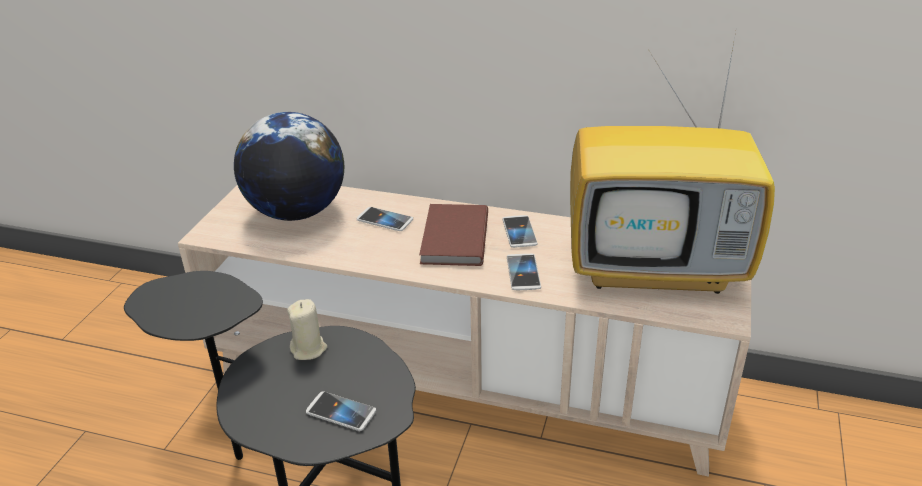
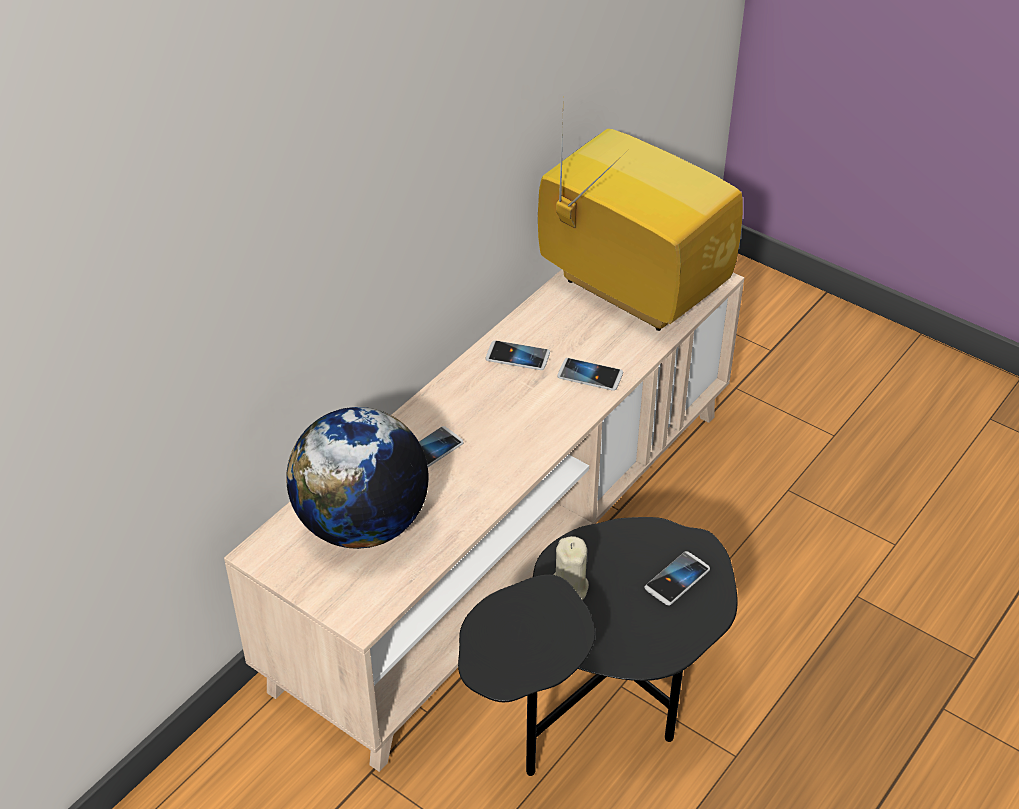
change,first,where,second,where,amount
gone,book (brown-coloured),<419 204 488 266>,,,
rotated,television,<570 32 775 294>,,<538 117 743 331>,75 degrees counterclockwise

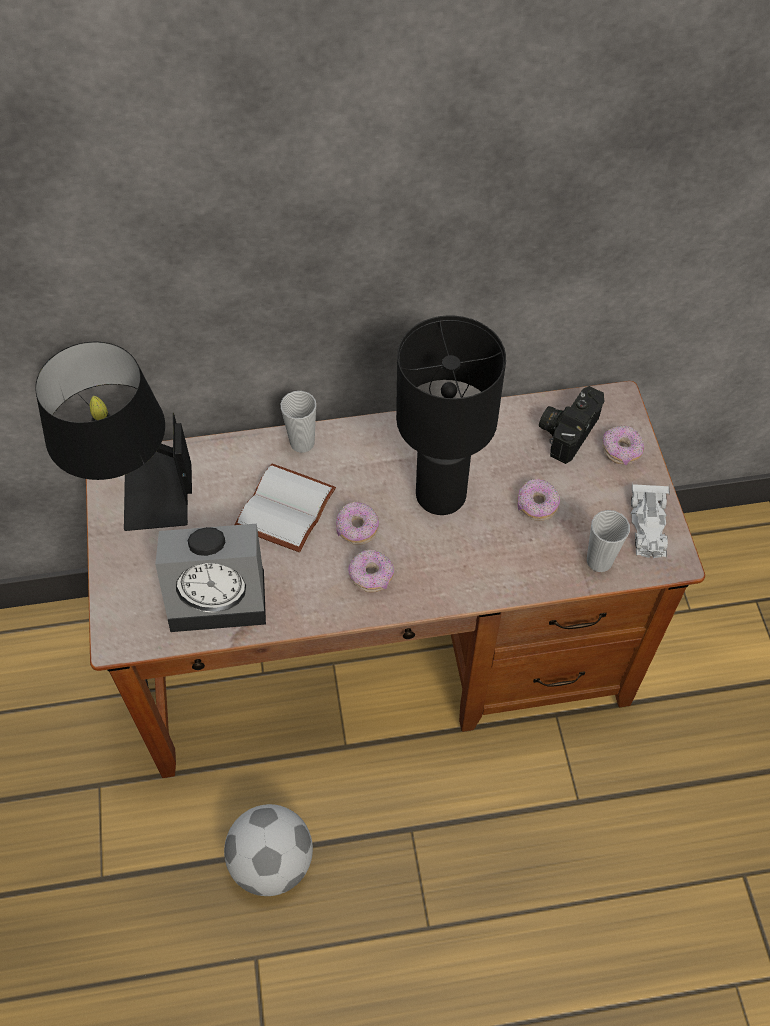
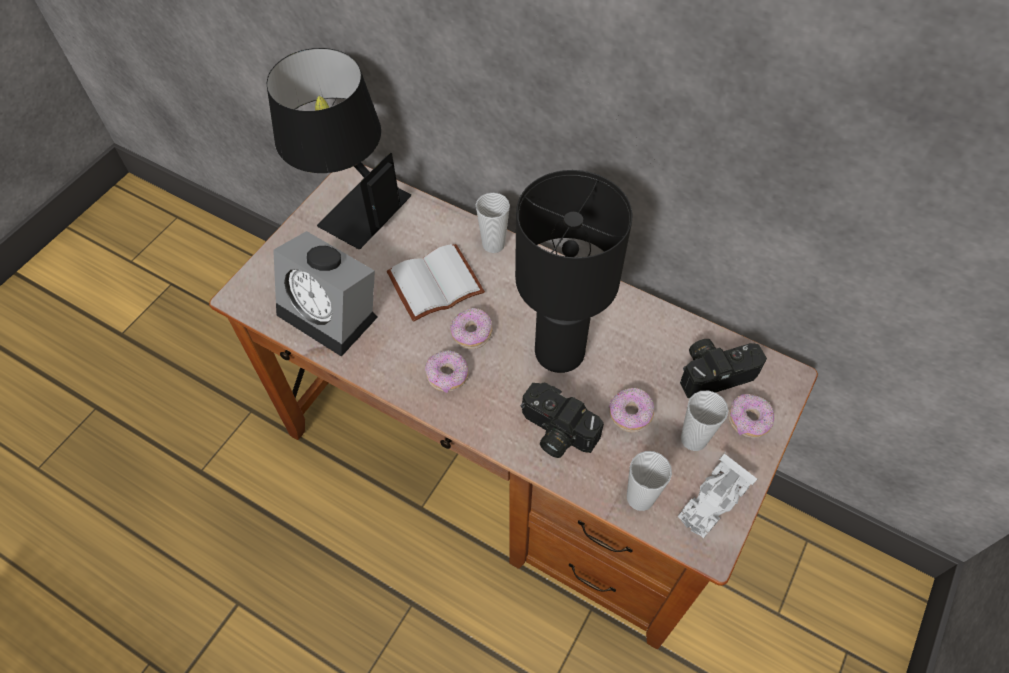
change,first,where,second,where,amount
gone,football ball,<224 804 313 896>,,,
new,,,photo camera,<521 383 604 458>,
new,,,small cup,<681 391 728 451>,

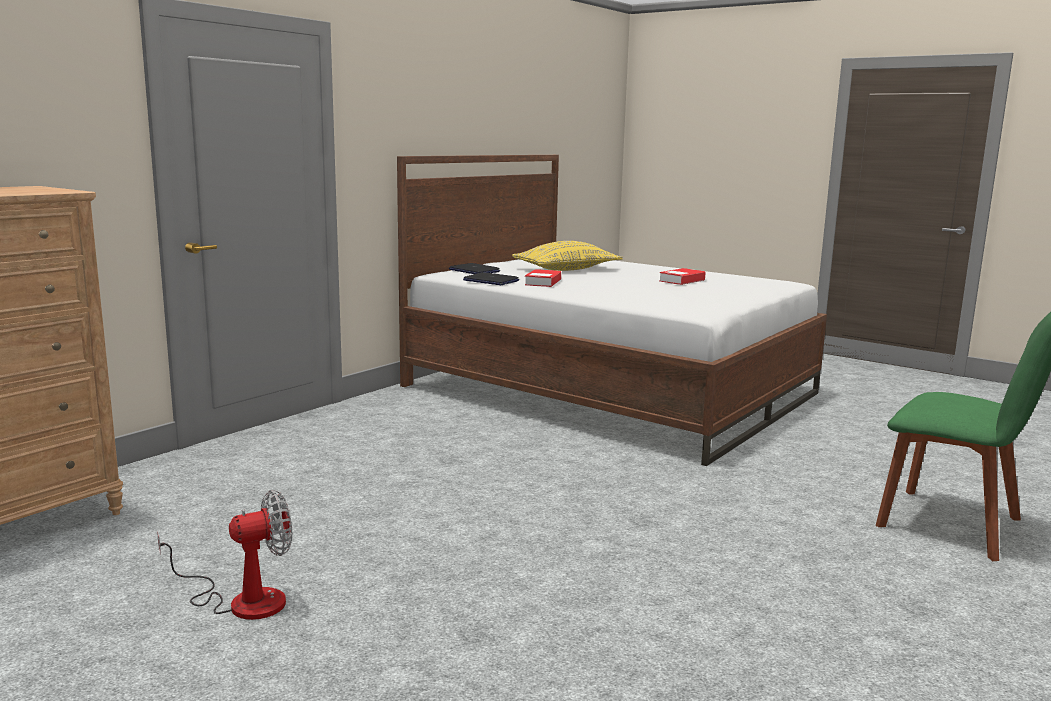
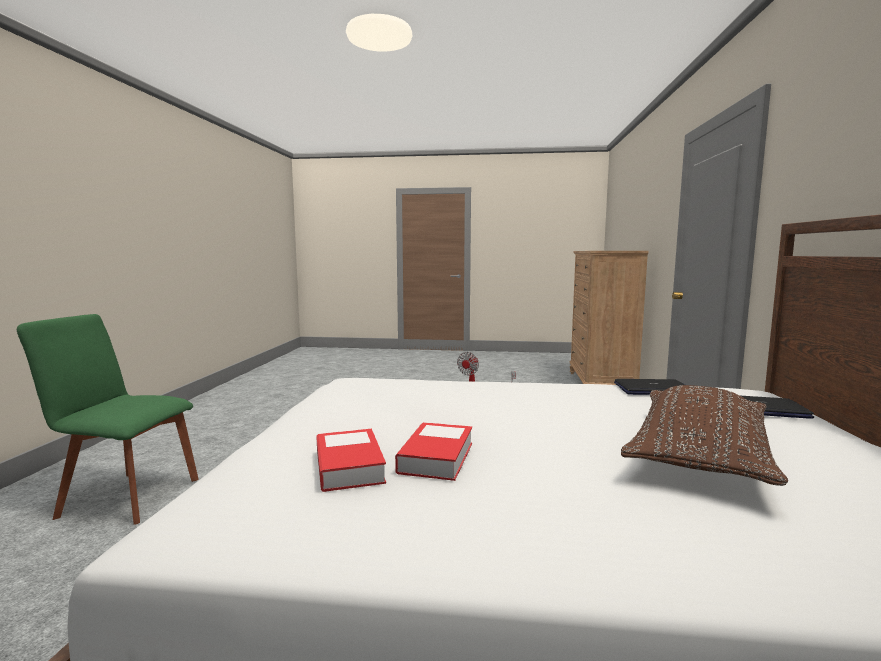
change,first,where,second,where,amount
repainted,cushion (yellow),<512 241 623 271>,cushion (brown-coloured),<621 385 788 486>,
shifted,book,<525 269 561 287>,,<316 429 386 492>,

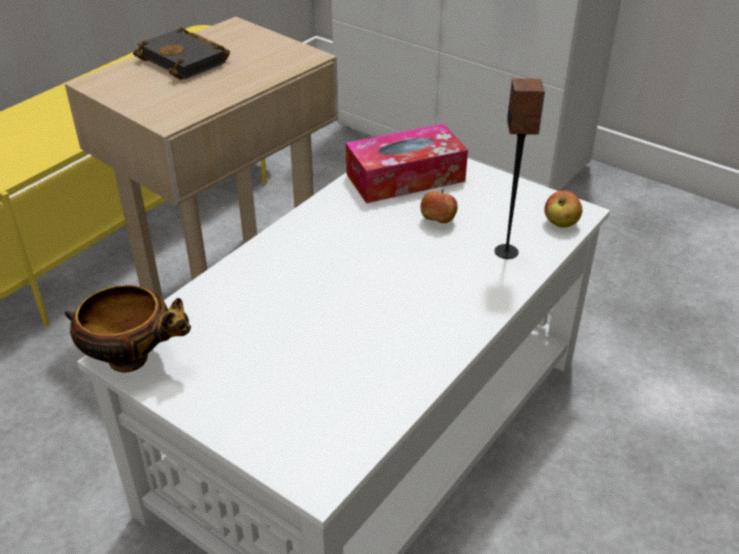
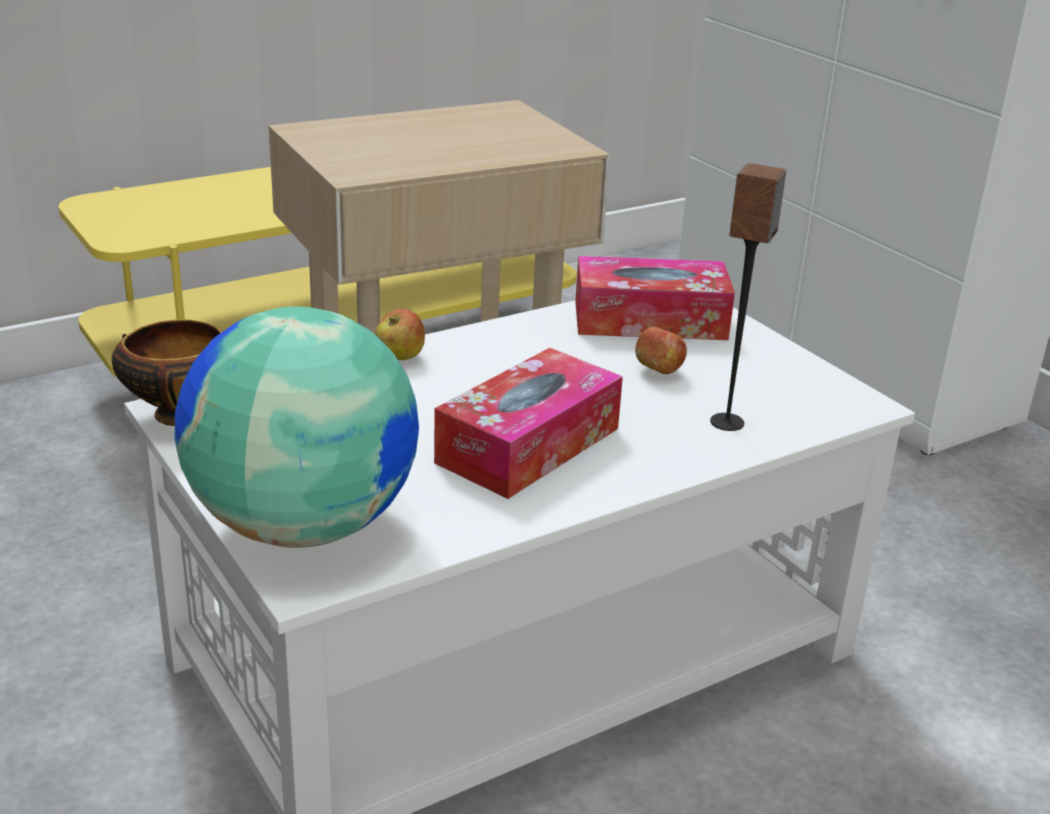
change,first,where,second,where,amount
gone,book (blackish),<133 27 230 80>,,,
shifted,apple fruit,<544 190 582 228>,,<375 309 425 360>,
new,,,desk globe,<175 307 419 548>,
new,,,box of tissues,<434 348 623 499>,

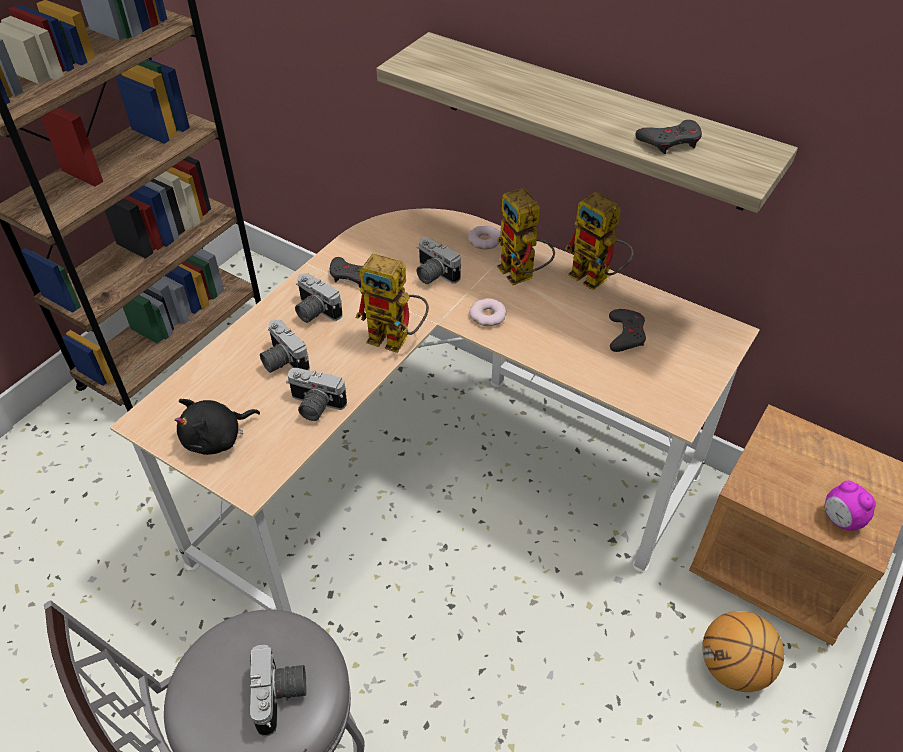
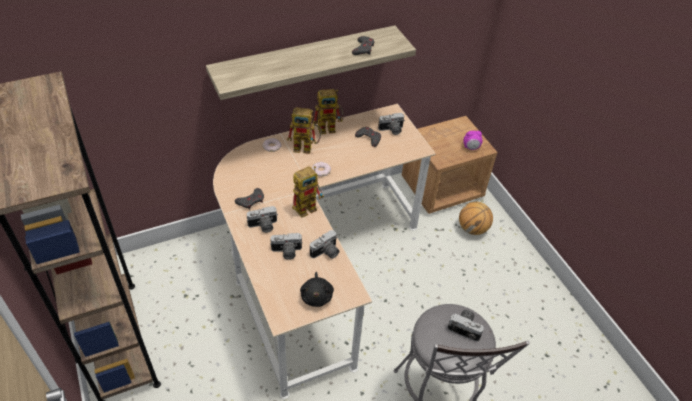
change,first,where,second,where,amount
shifted,photo camera,<417 237 461 284>,,<378 113 404 135>,

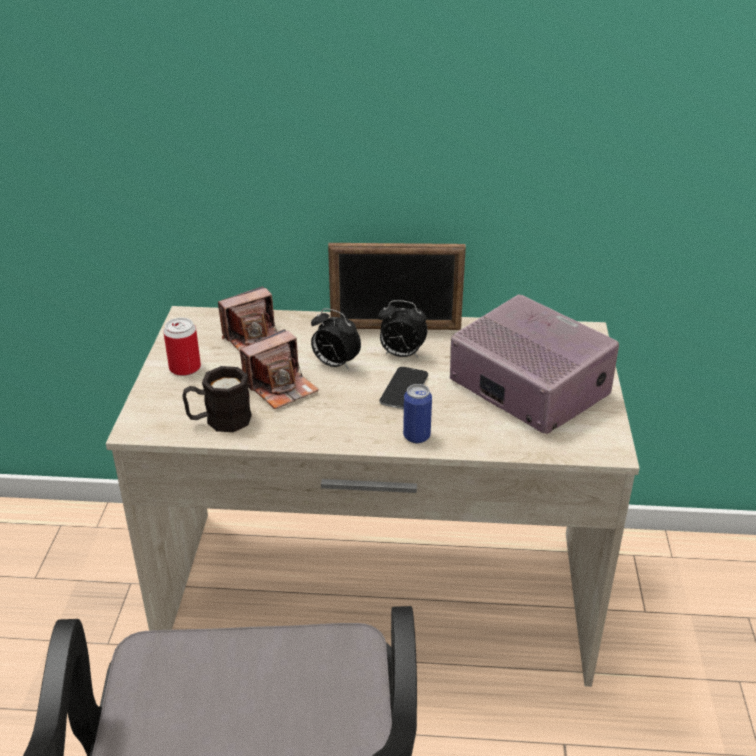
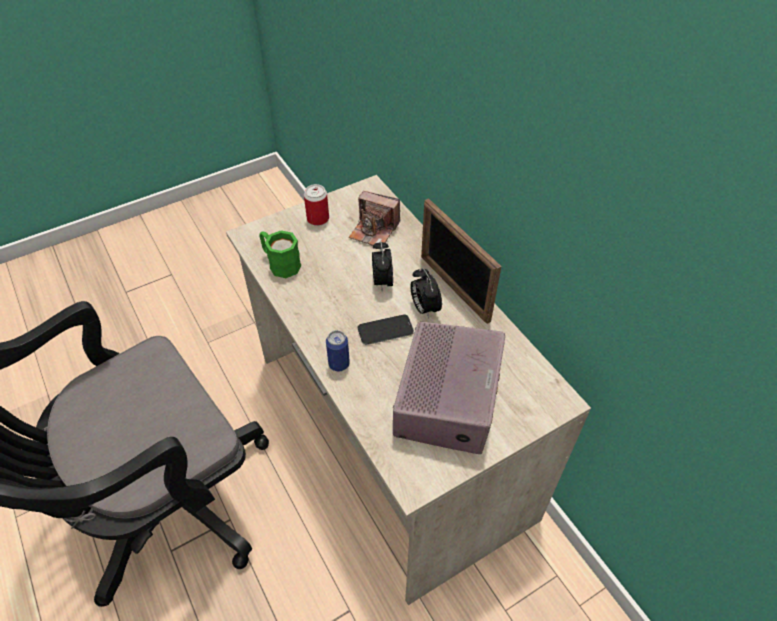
change,first,where,second,where,amount
repainted,mug (blackish),<182 366 252 432>,mug (green-coloured),<259 230 301 278>,
gone,photo camera,<240 329 319 409>,,,

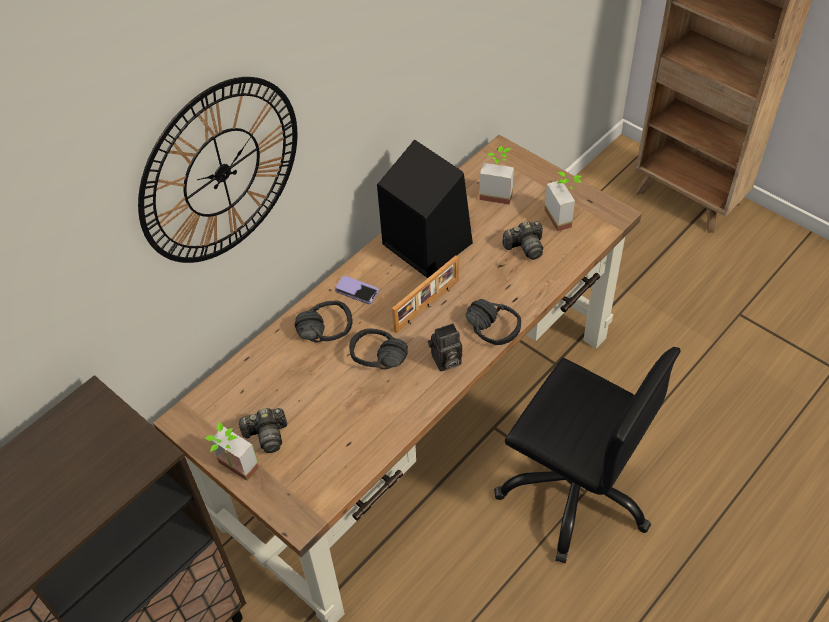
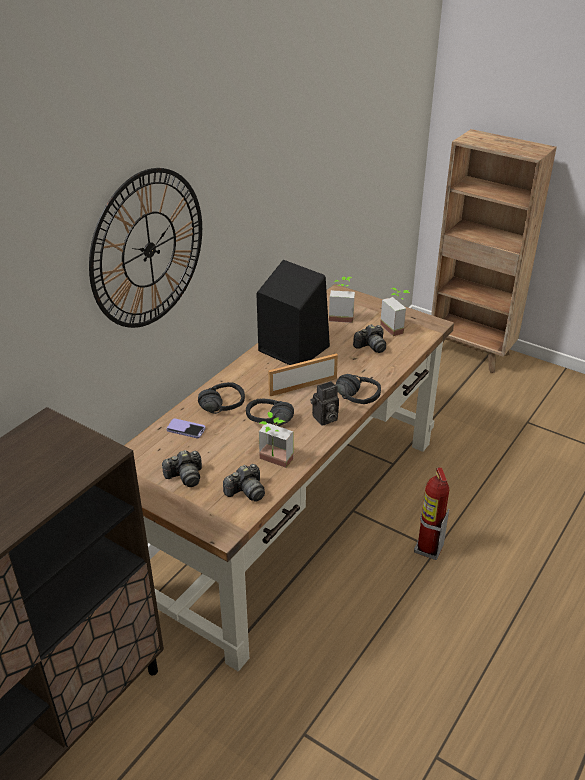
change,first,where,second,where,amount
shifted,plant in a pot,<204 422 259 481>,,<259 412 293 468>,
shifted,telephone,<335 276 379 304>,,<166 419 206 438>,
rotated,standing frame,<392 255 459 333>,,<268 354 338 396>,150 degrees counterclockwise
swapped,office chair (blackish),<494 347 681 563>,fire extinguisher,<414 467 449 560>,
new,,,photo camera,<223 464 265 502>,

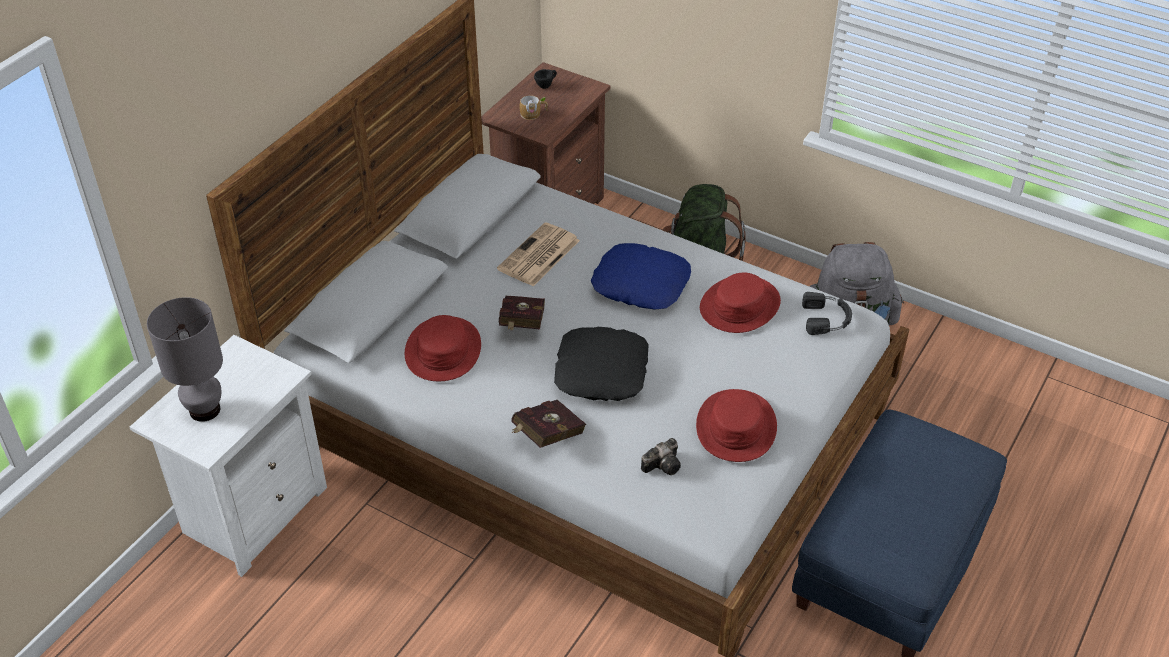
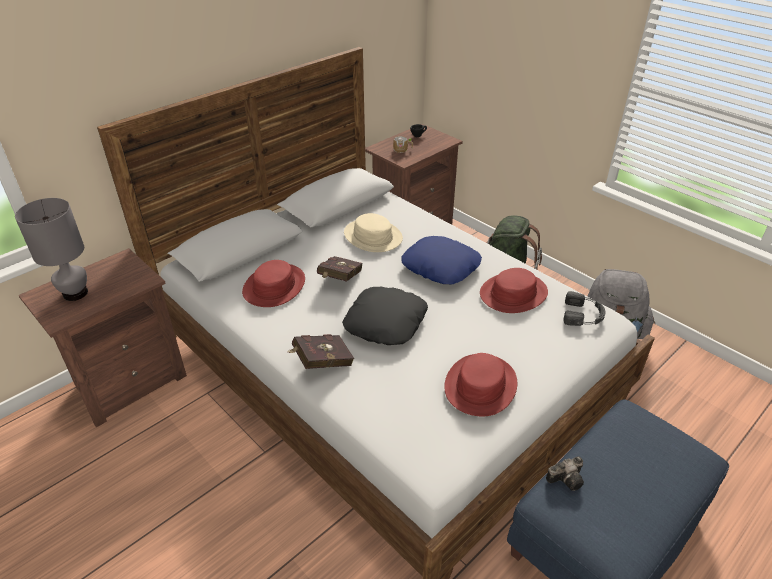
change,first,where,second,where,amount
repainted,nightstand (white-coloured),<130 335 327 577>,nightstand (brown-coloured),<18 248 187 427>,
swapped,newspaper,<497 222 580 286>,wearable hat (sand-coloured),<344 213 403 252>,
shifted,photo camera,<641 438 681 475>,,<546 456 584 491>,

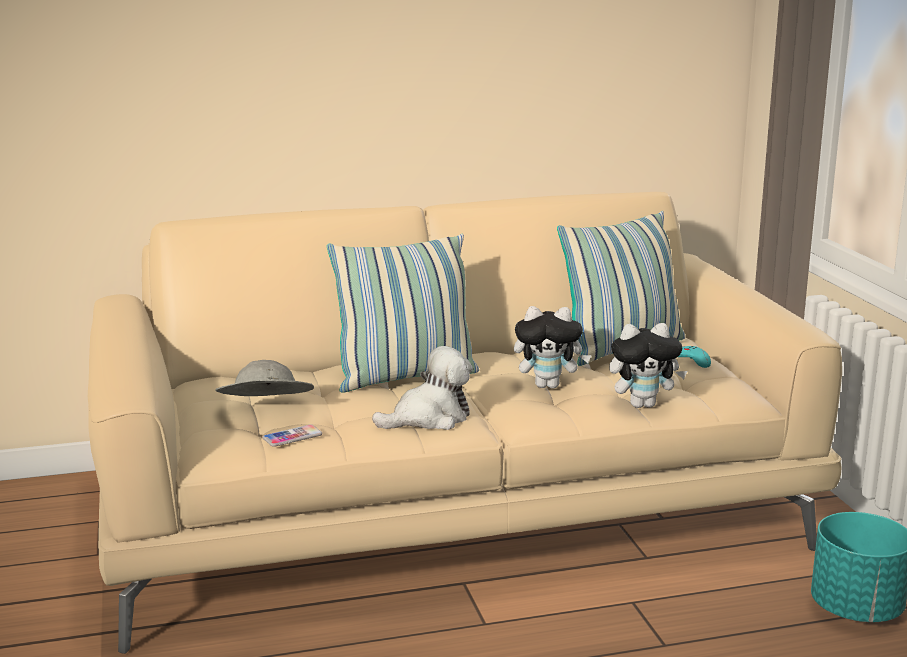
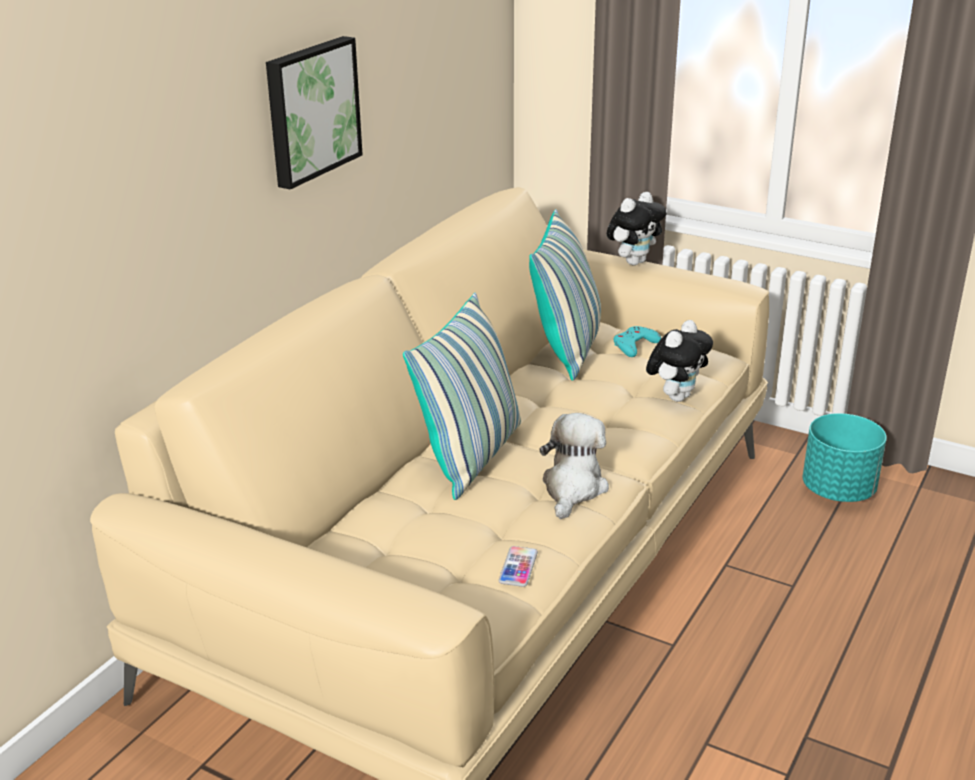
change,first,where,second,where,amount
gone,wearable hat (gray),<215 360 314 396>,,,
shifted,cuddly toy,<514 306 591 389>,,<607 192 667 265>,
new,,,picture,<266 36 363 190>,

